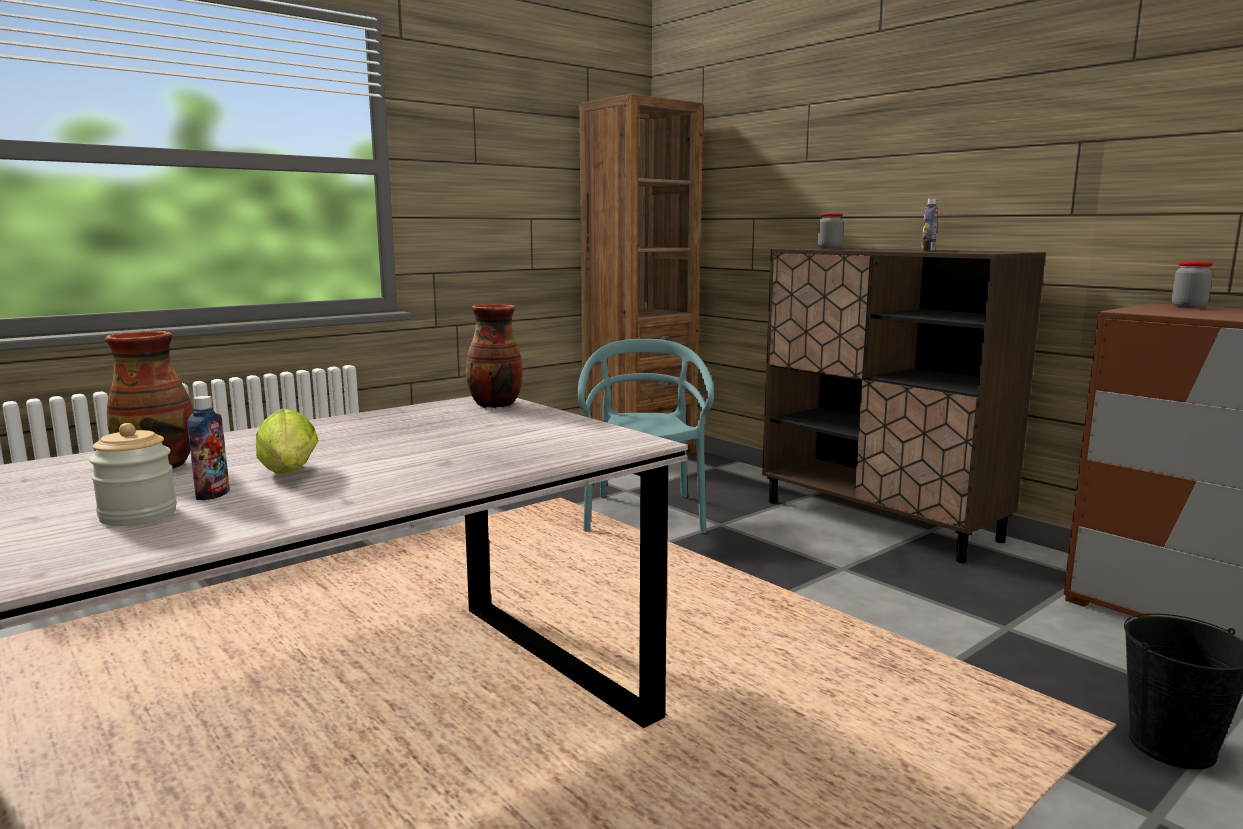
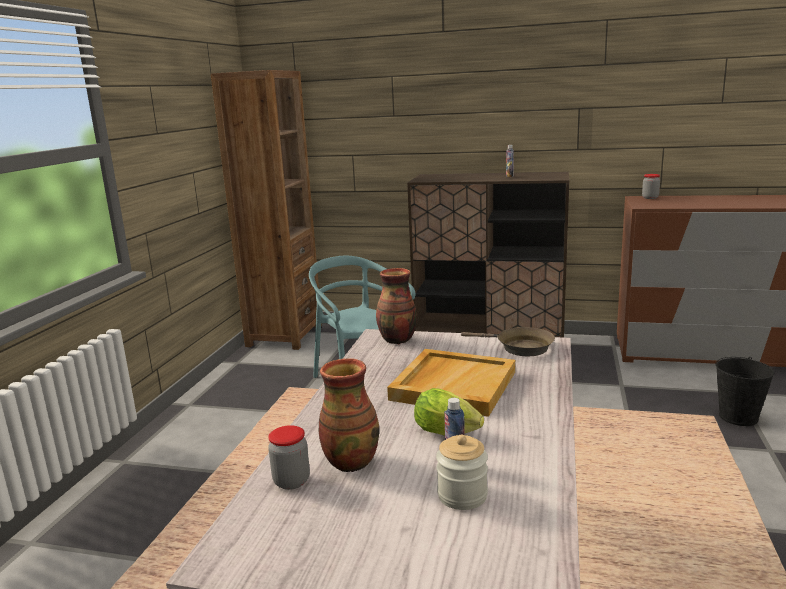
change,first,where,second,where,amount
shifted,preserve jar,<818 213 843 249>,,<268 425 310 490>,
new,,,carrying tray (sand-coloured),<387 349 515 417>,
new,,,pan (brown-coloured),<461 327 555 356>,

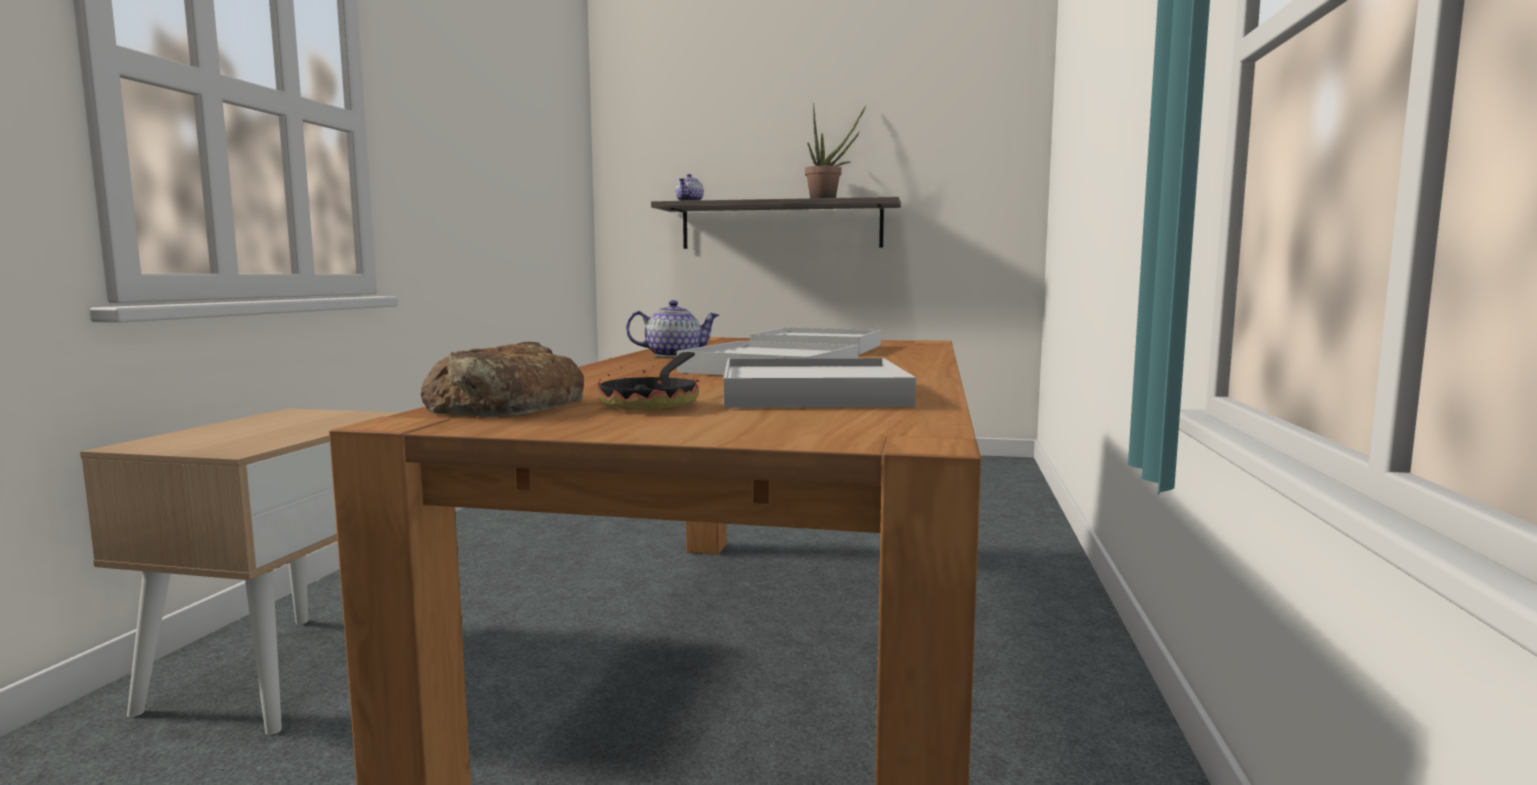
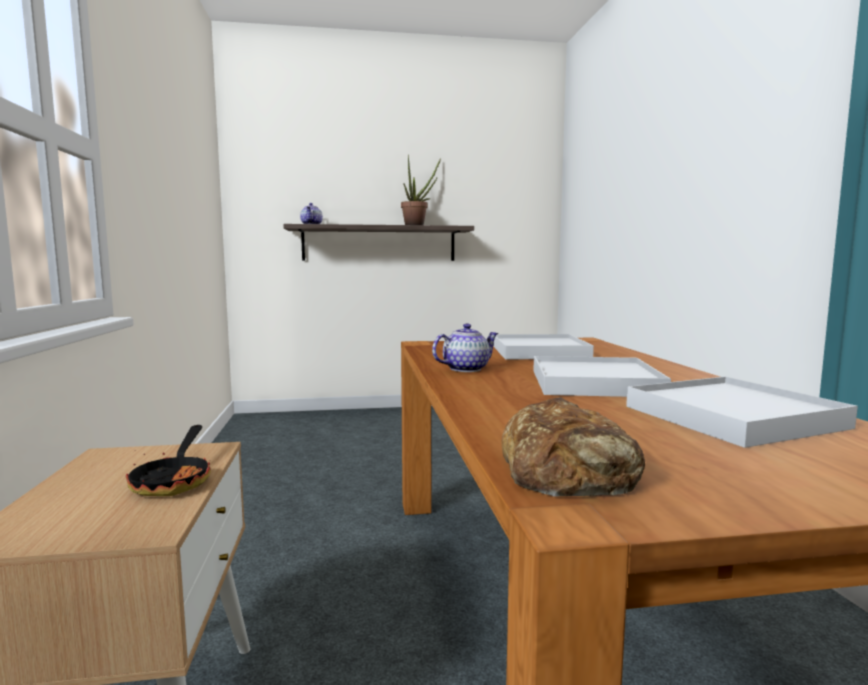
change,first,where,second,where,amount
shifted,pan,<597 352 699 410>,,<126 425 211 496>,

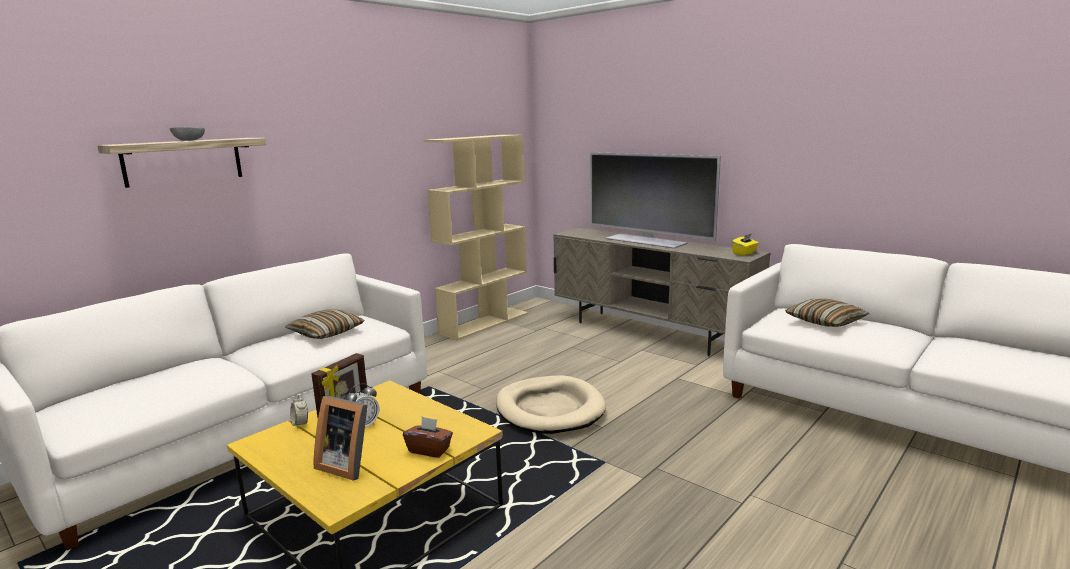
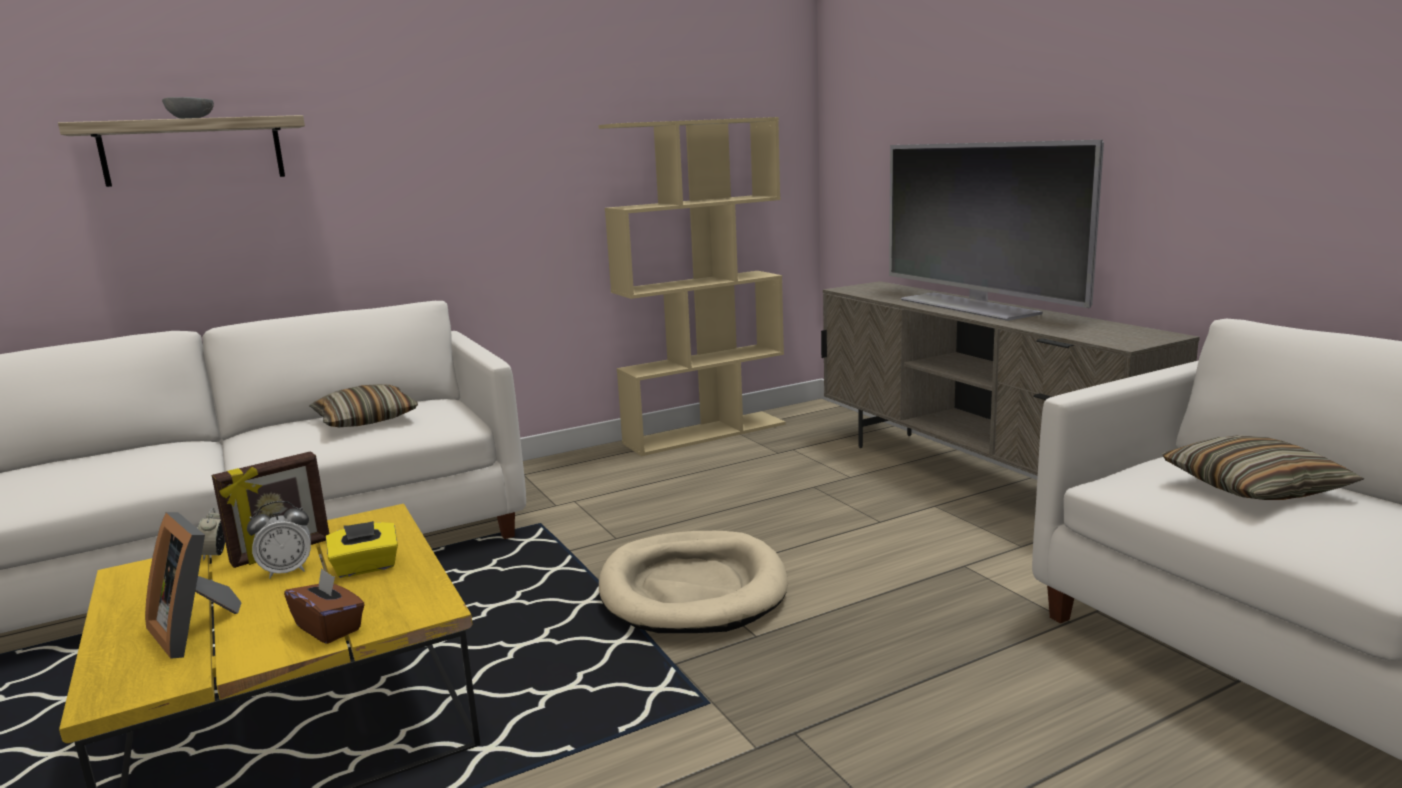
change,first,where,second,where,amount
shifted,box of tissues (yellow),<732 233 759 256>,,<326 521 398 578>,

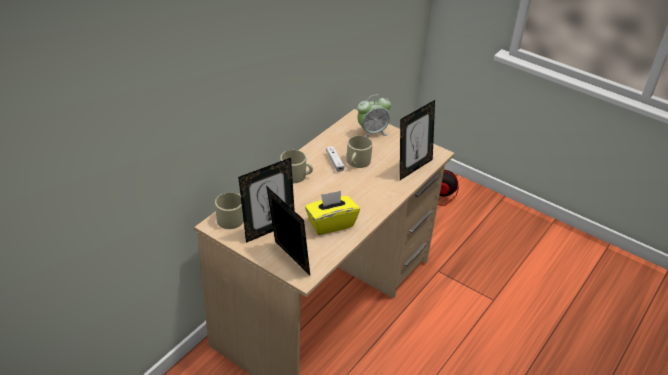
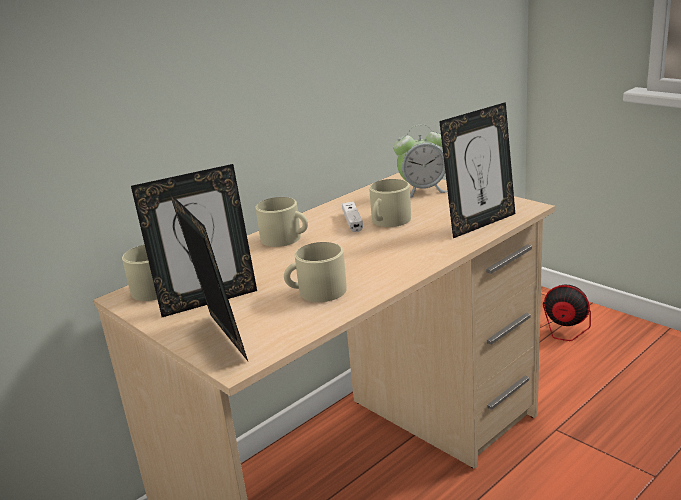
change,first,where,second,where,amount
swapped,box of tissues (yellow),<305 191 360 235>,mug (sand-coloured),<284 242 347 302>,

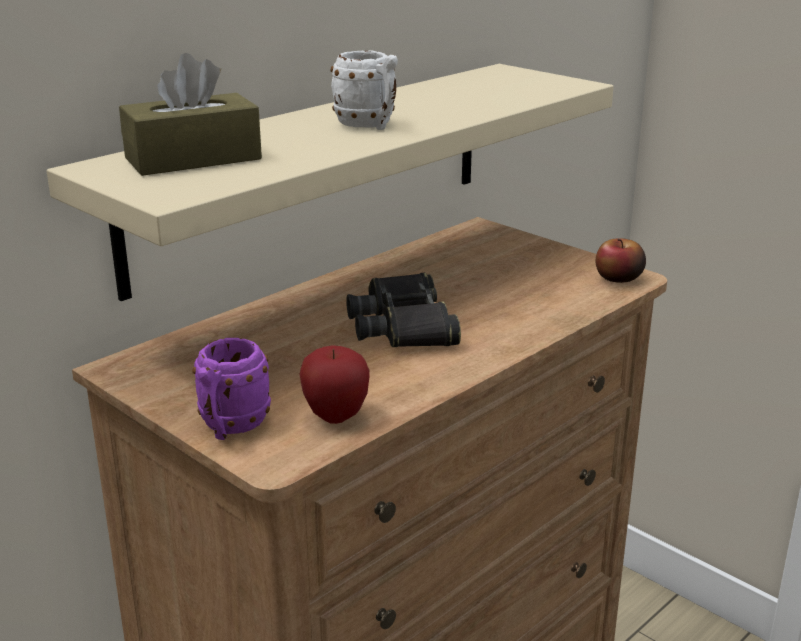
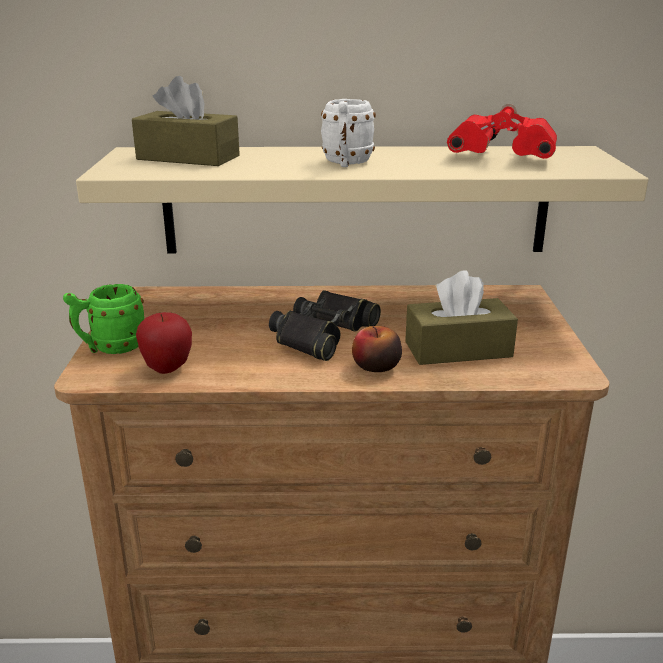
change,first,where,second,where,amount
repainted,mug (purple-coloured),<192 338 271 440>,mug (green-coloured),<63 284 144 354>,
shifted,apple fruit,<596 238 646 283>,,<352 326 402 372>,
new,,,box of tissues (brown-coloured),<405 270 518 365>,
new,,,binoculars (red),<447 104 557 159>,

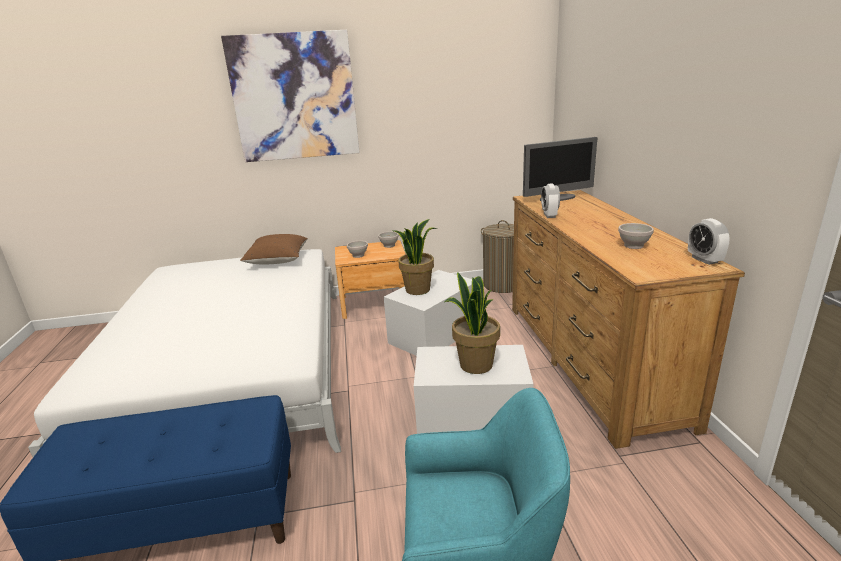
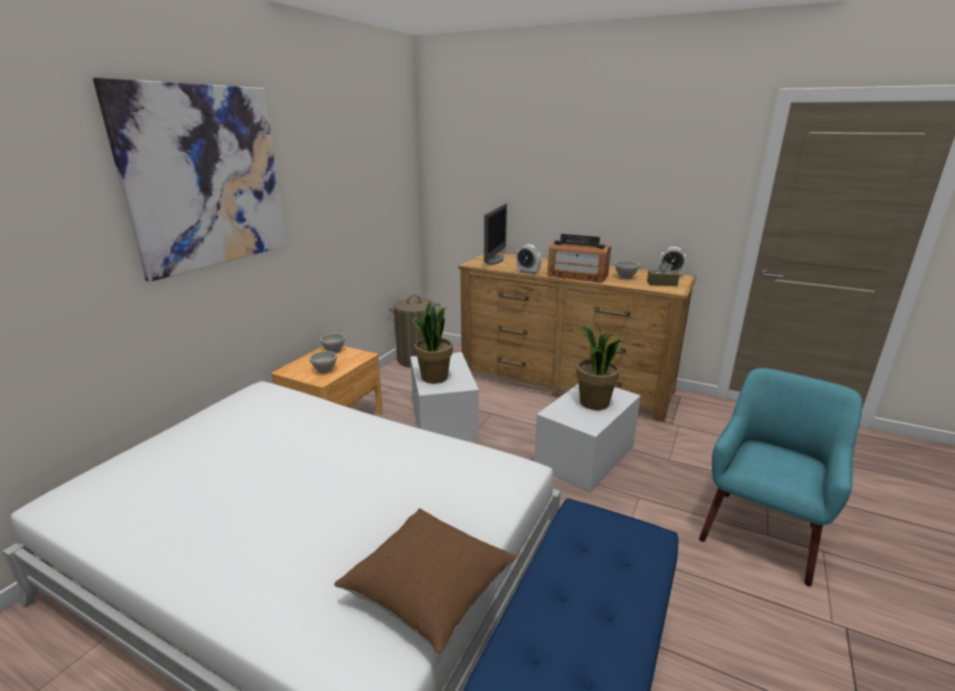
change,first,where,second,where,amount
shifted,cushion (brown-coloured),<240 234 308 264>,,<334 508 517 655>,
new,,,radio,<547 234 611 283>,
new,,,box of tissues (brown-coloured),<647 261 679 286>,

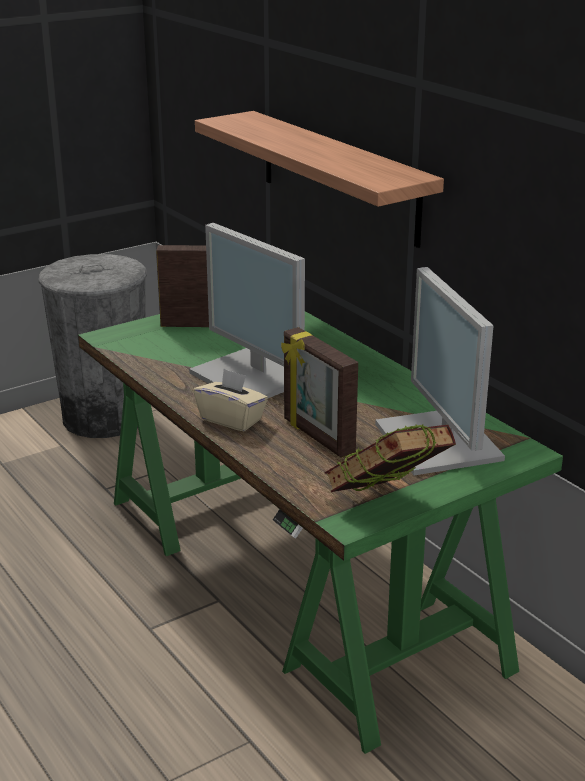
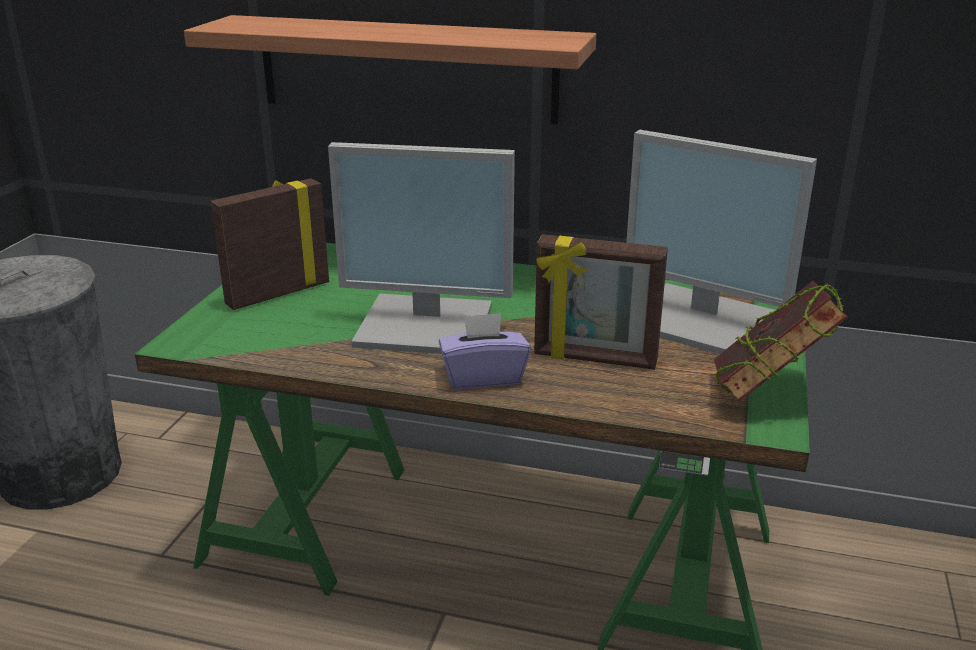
change,first,where,second,where,amount
repainted,box of tissues (sand-coloured),<193 369 268 432>,box of tissues (purple-coloured),<439 313 531 389>,

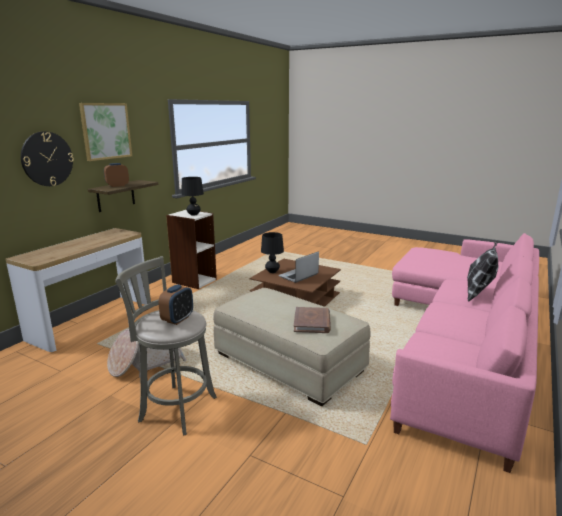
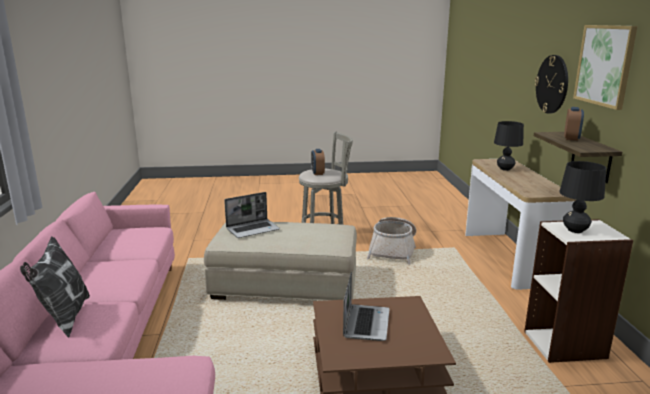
change,first,where,second,where,amount
shifted,tabletop lamp (blackish),<261 232 284 273>,,<494 121 524 171>,
swapped,book (brown-coloured),<294 307 331 333>,notebook computer,<224 192 280 238>,

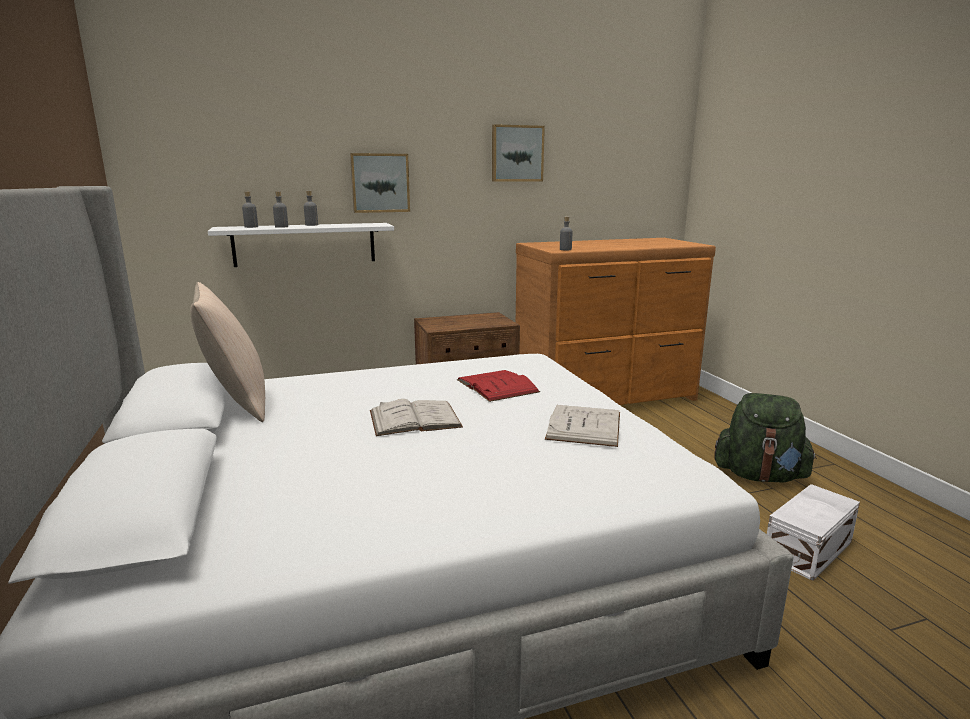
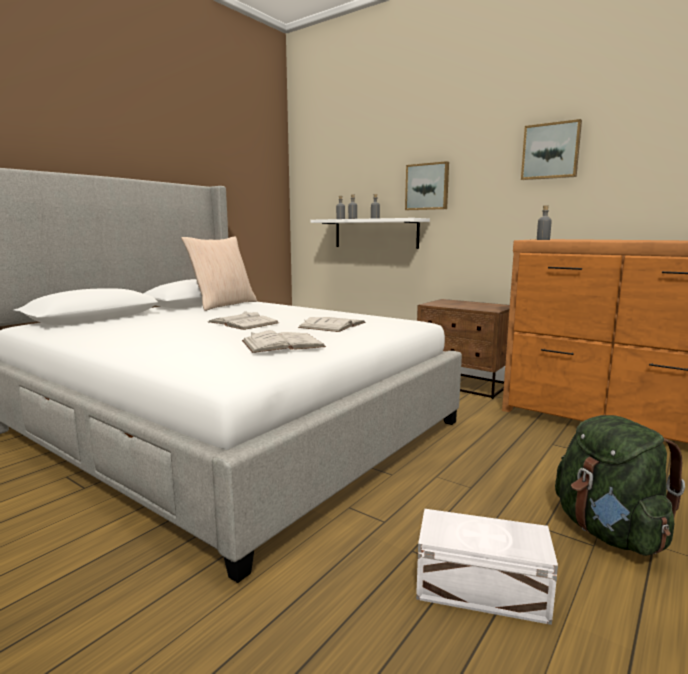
change,first,where,second,where,amount
repainted,book (red),<457 370 540 402>,book (white-coloured),<298 317 366 332>,

